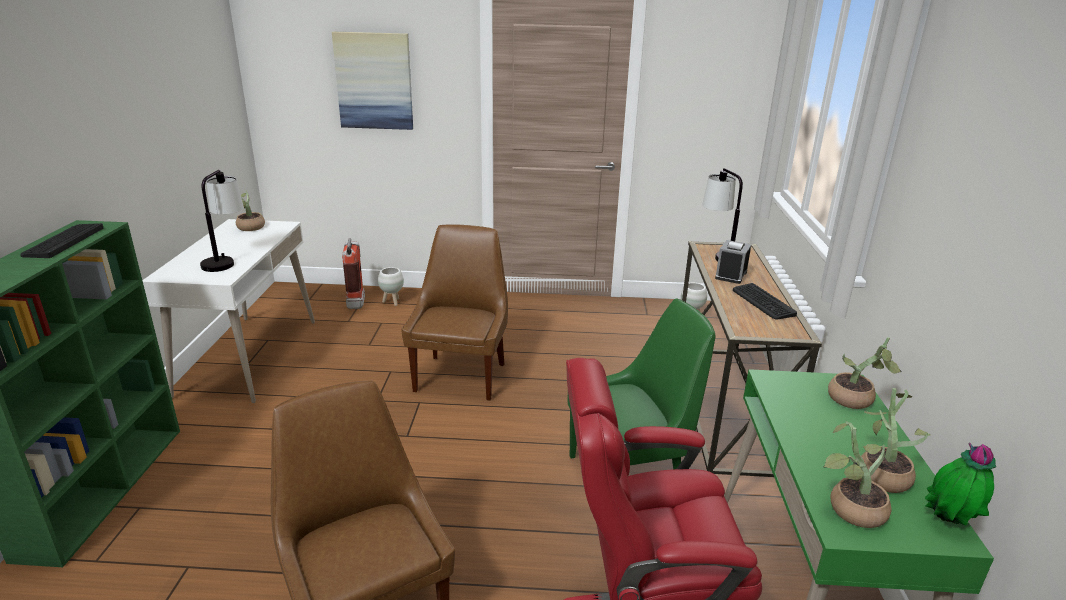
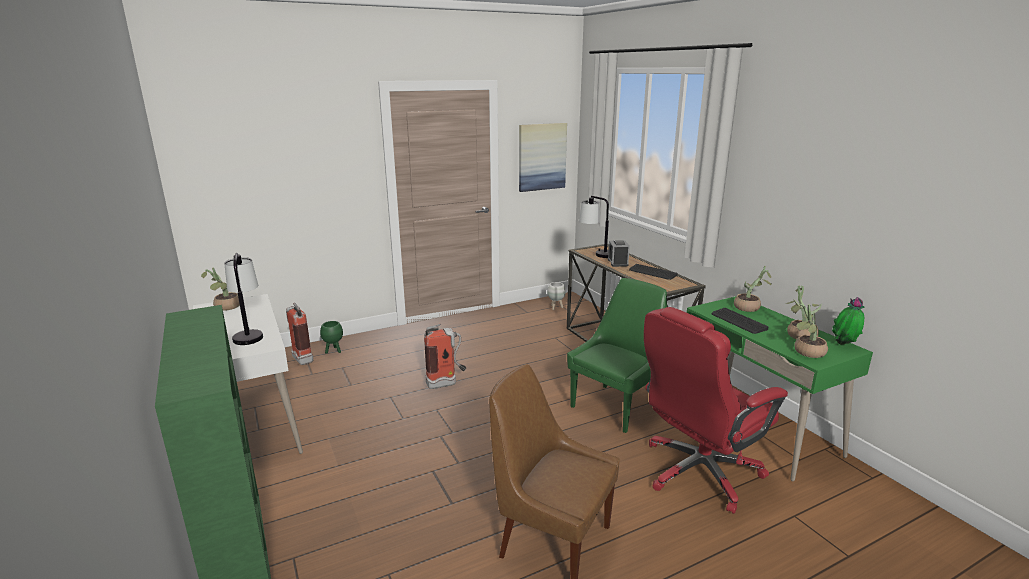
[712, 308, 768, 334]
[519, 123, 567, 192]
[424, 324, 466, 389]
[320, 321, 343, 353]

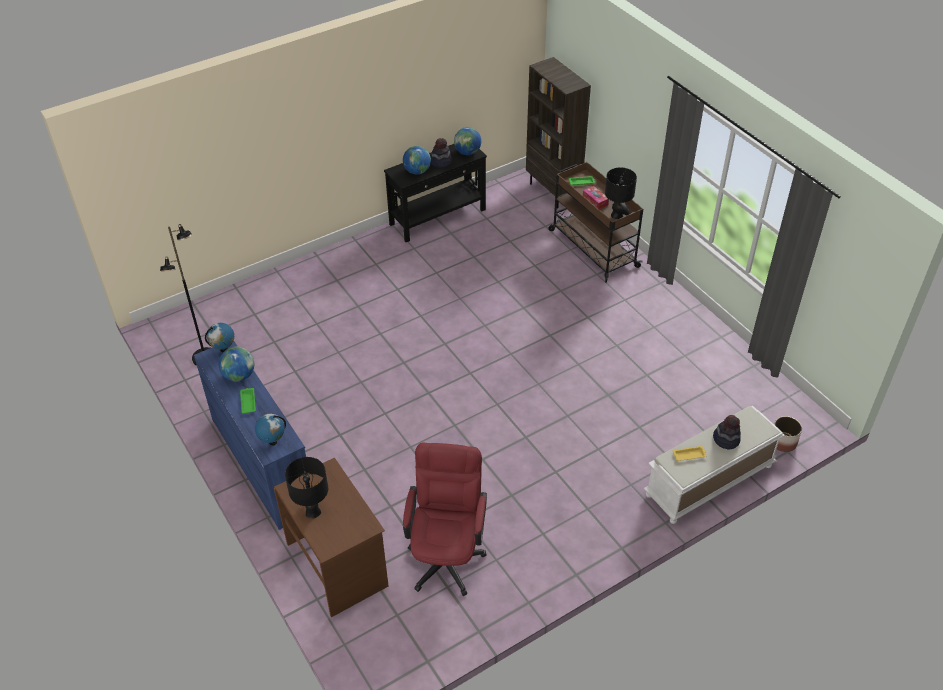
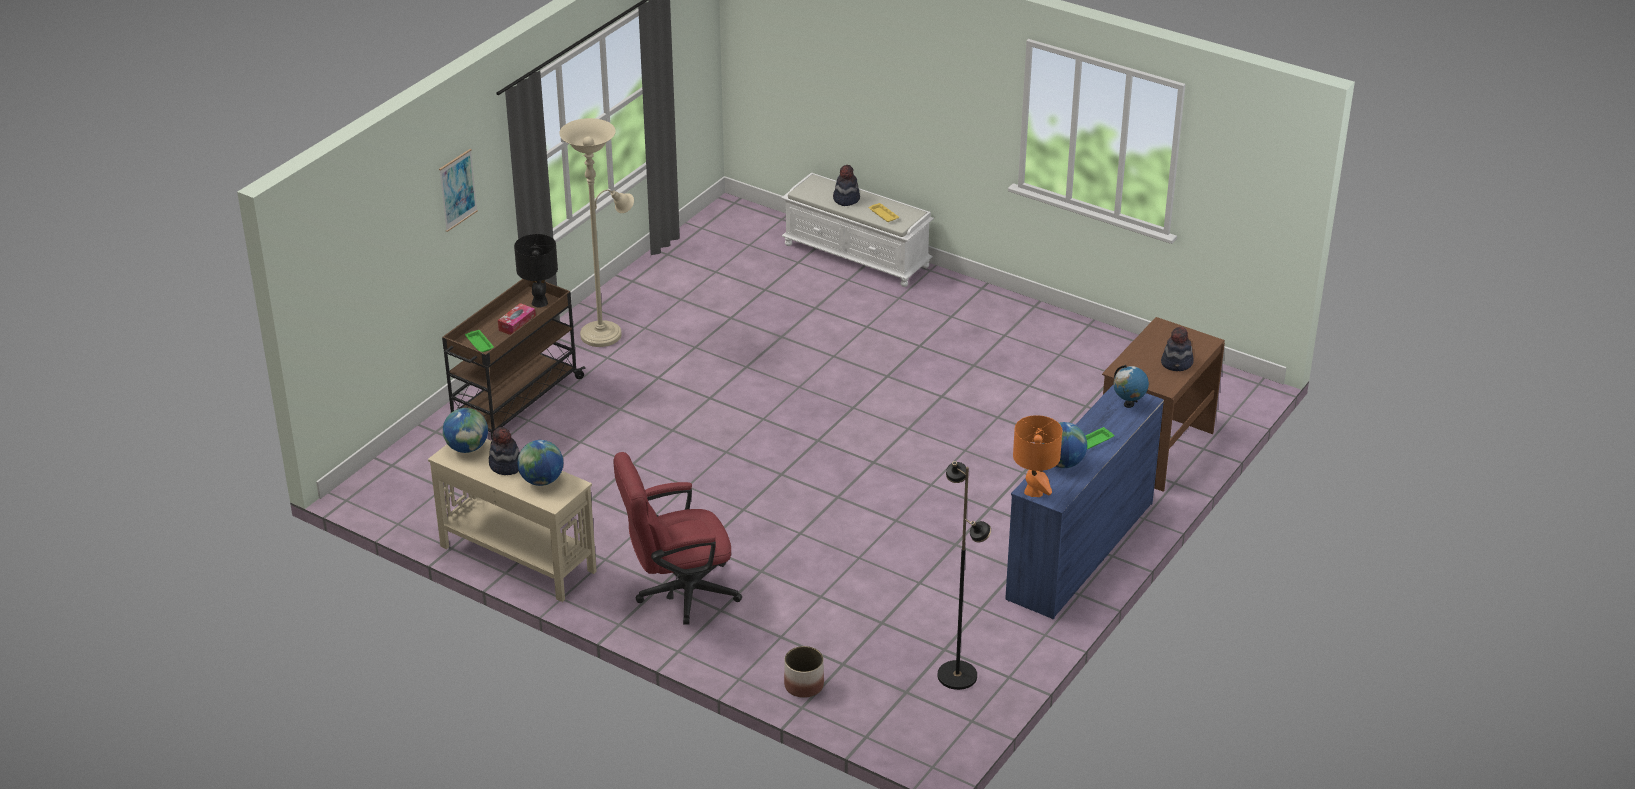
[526, 57, 591, 208] (first image)
[439, 149, 478, 232]
[559, 118, 634, 347]
[613, 452, 742, 625]
[784, 646, 824, 698]
[1013, 415, 1062, 497]
[1161, 326, 1194, 371]
[428, 439, 597, 602]

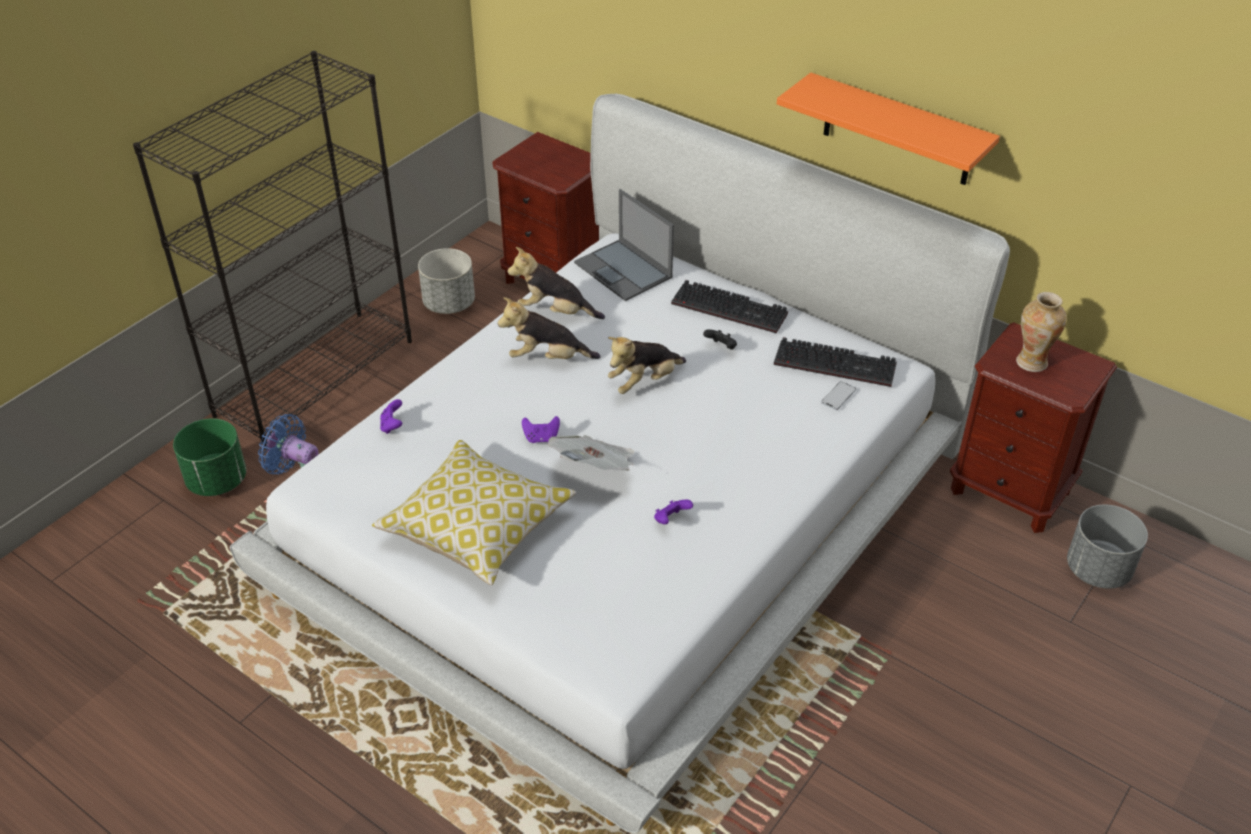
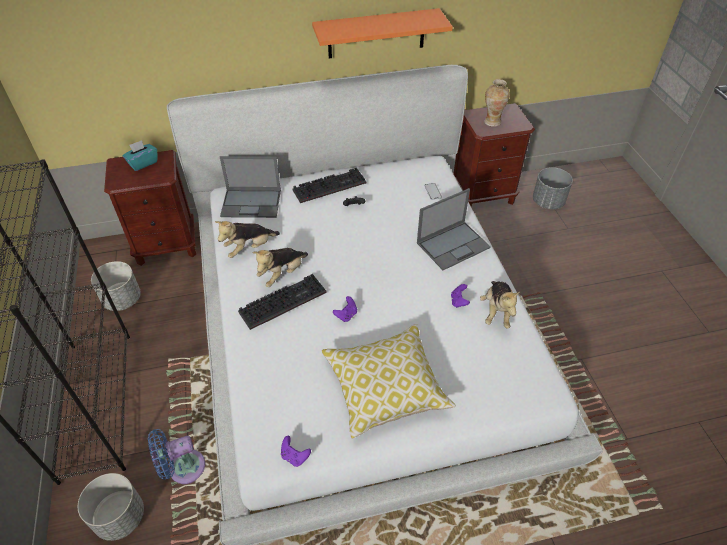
[548, 435, 635, 471] (first image)
[122, 140, 157, 171]
[417, 188, 491, 270]
[281, 436, 311, 467]
[480, 281, 520, 329]
[238, 274, 327, 330]
[78, 473, 144, 541]

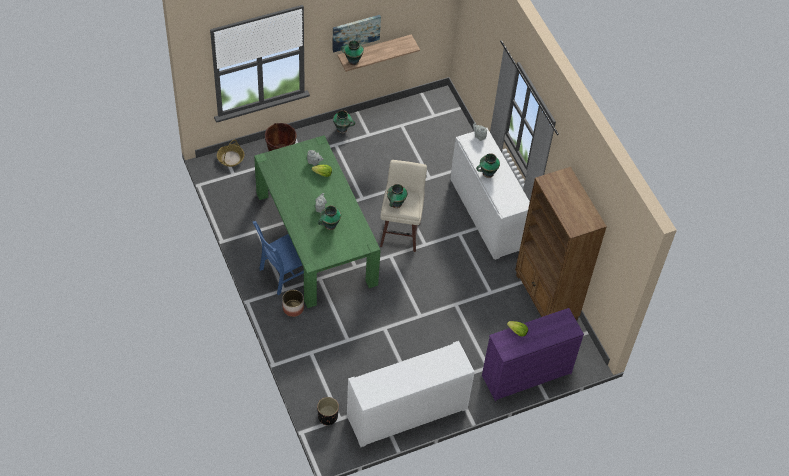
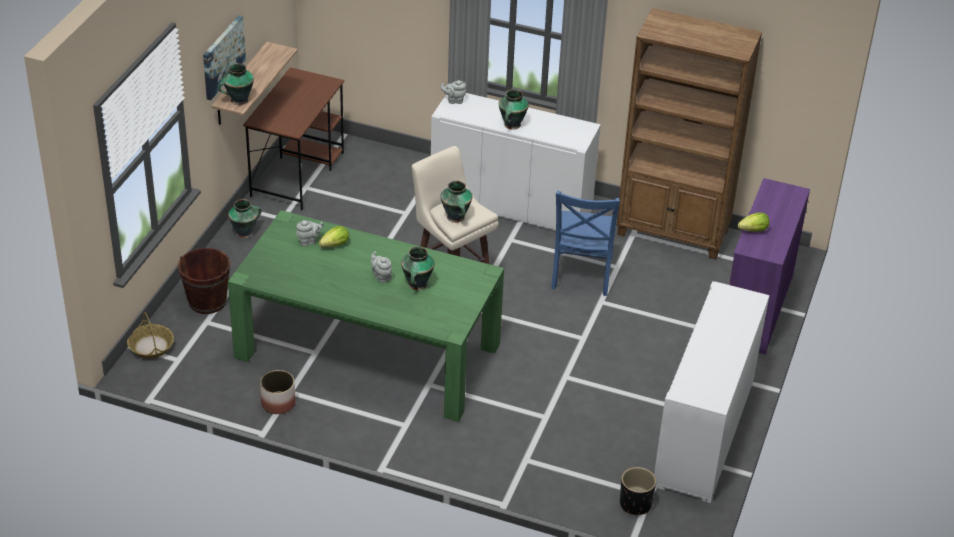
[243, 67, 344, 211]
[551, 191, 620, 296]
[260, 370, 296, 414]

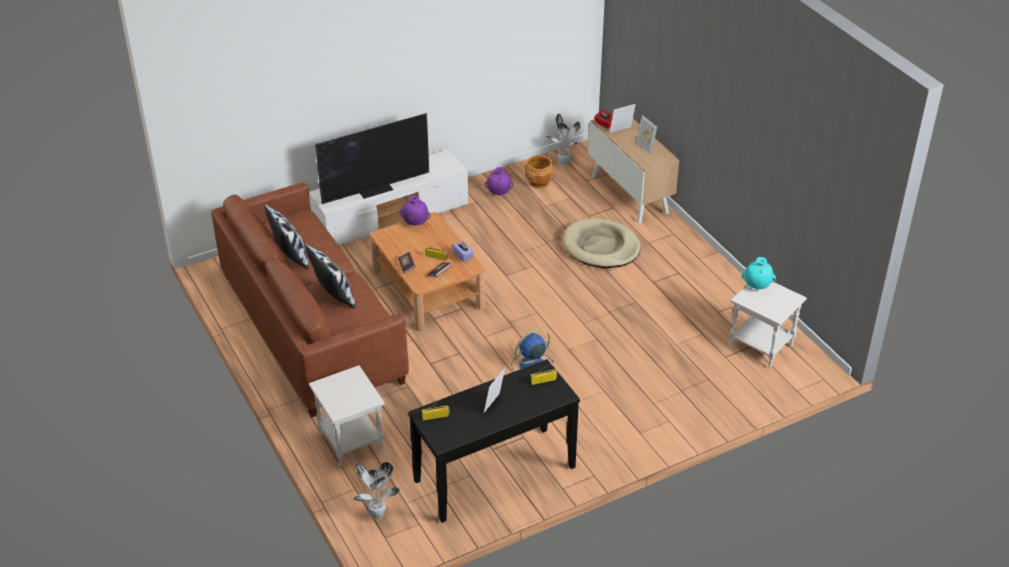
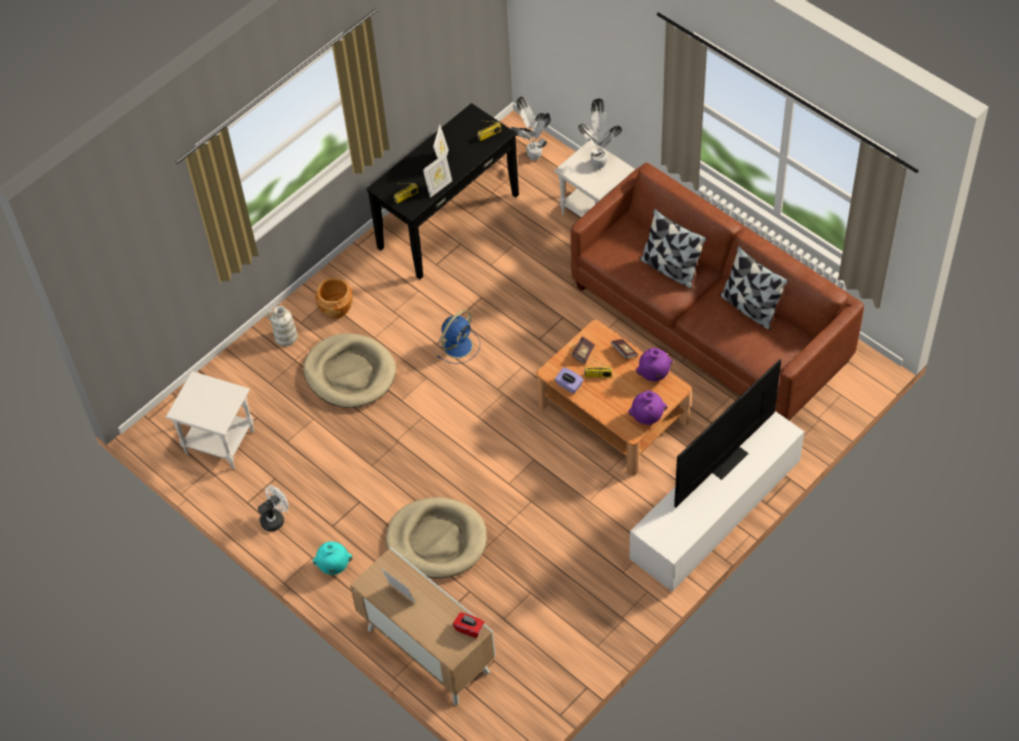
[258, 485, 289, 532]
[267, 306, 298, 346]
[303, 333, 396, 408]
[636, 348, 673, 381]
[315, 278, 353, 319]
[578, 98, 622, 169]
[423, 153, 452, 198]
[313, 541, 352, 575]

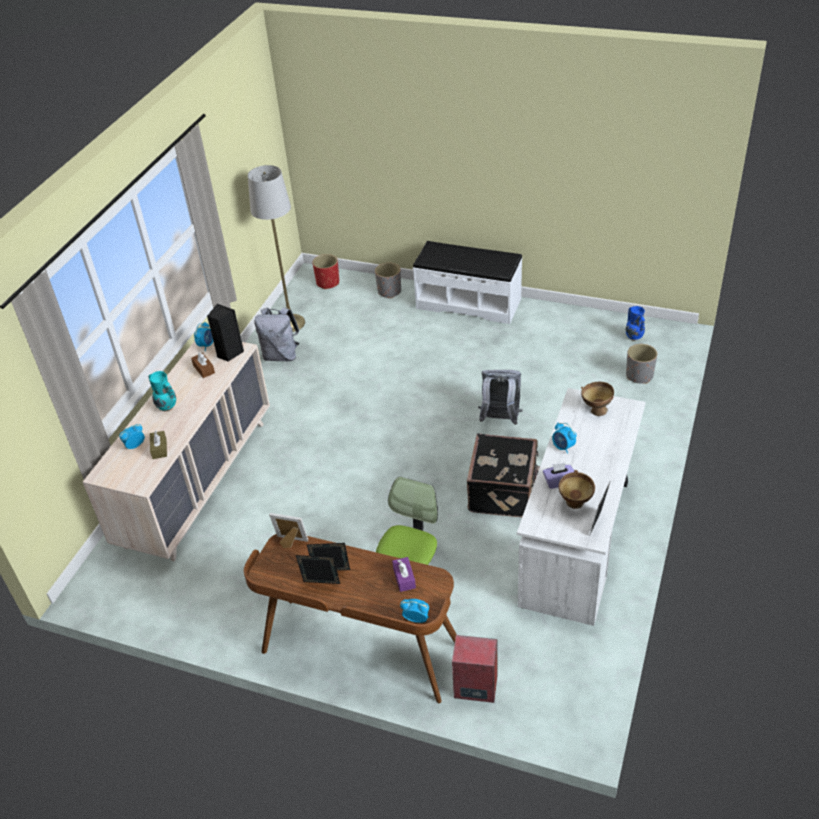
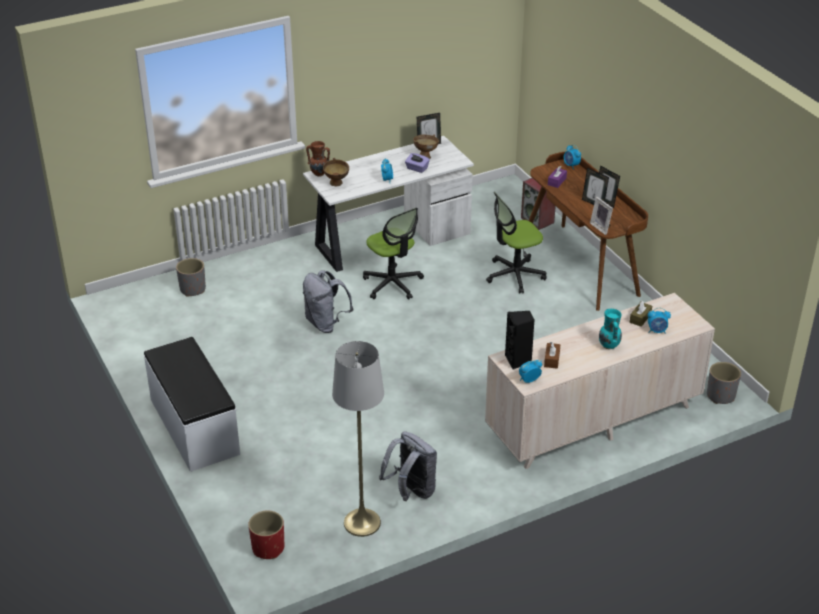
[625, 306, 645, 341] (first image)
[306, 141, 330, 177]
[707, 362, 741, 404]
[363, 208, 424, 300]

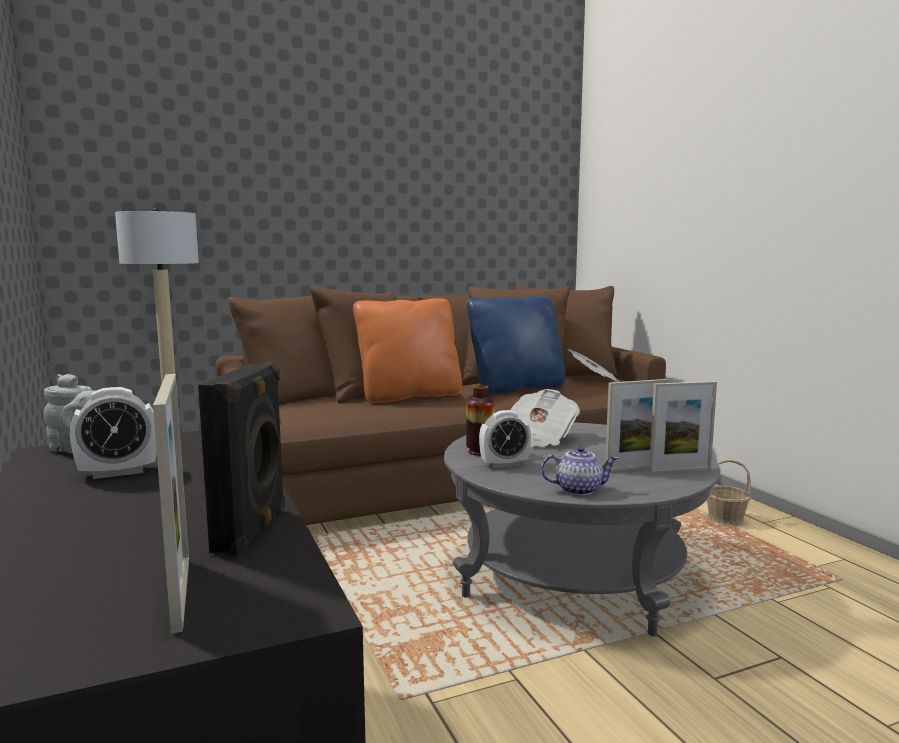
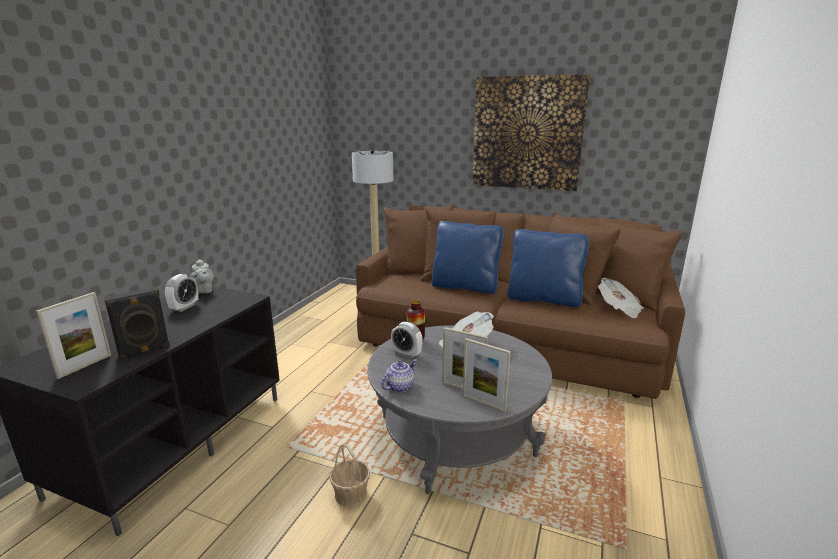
[472, 74, 590, 191]
[329, 443, 370, 507]
[432, 221, 504, 294]
[165, 274, 198, 312]
[381, 359, 417, 393]

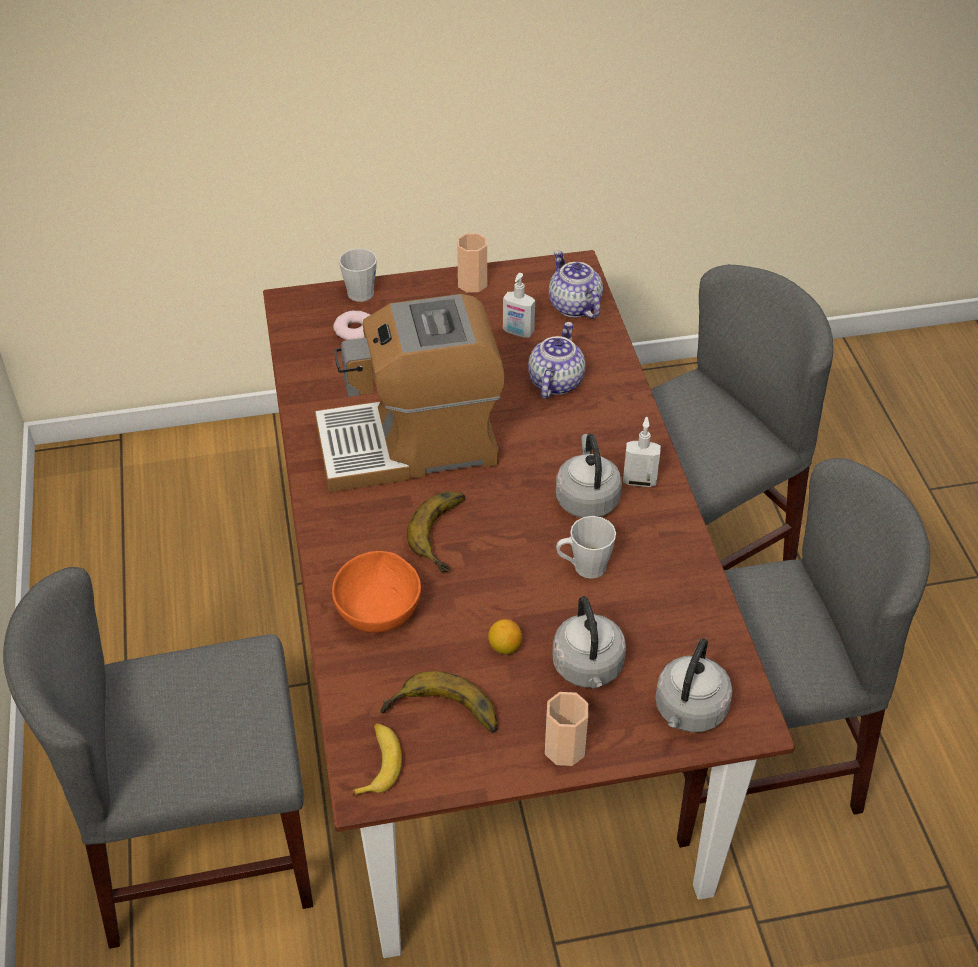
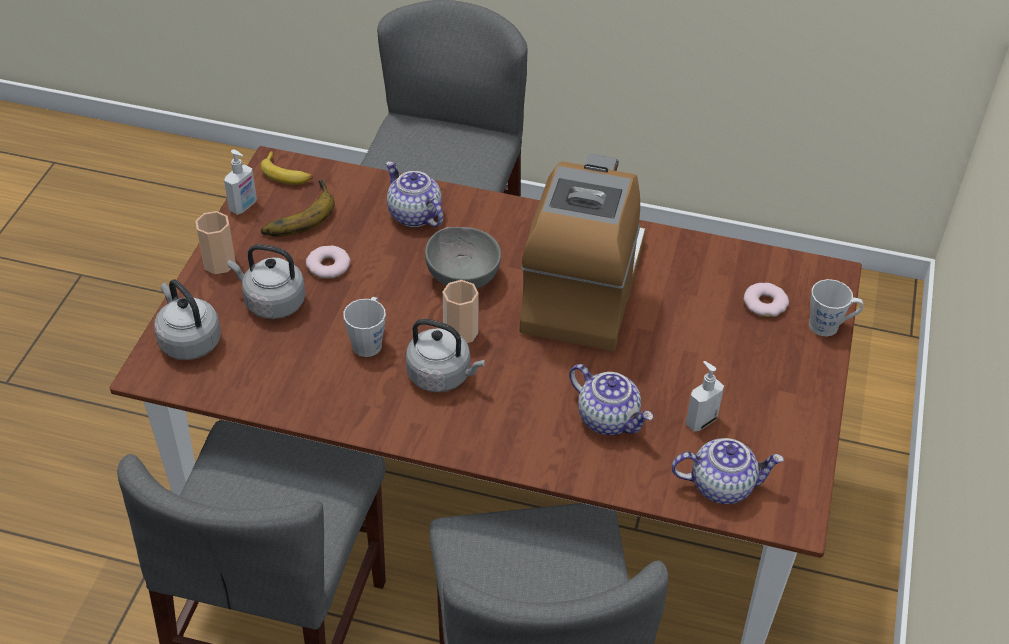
[443, 280, 479, 343]
[224, 149, 257, 215]
[386, 161, 444, 227]
[425, 227, 501, 289]
[306, 246, 351, 279]

